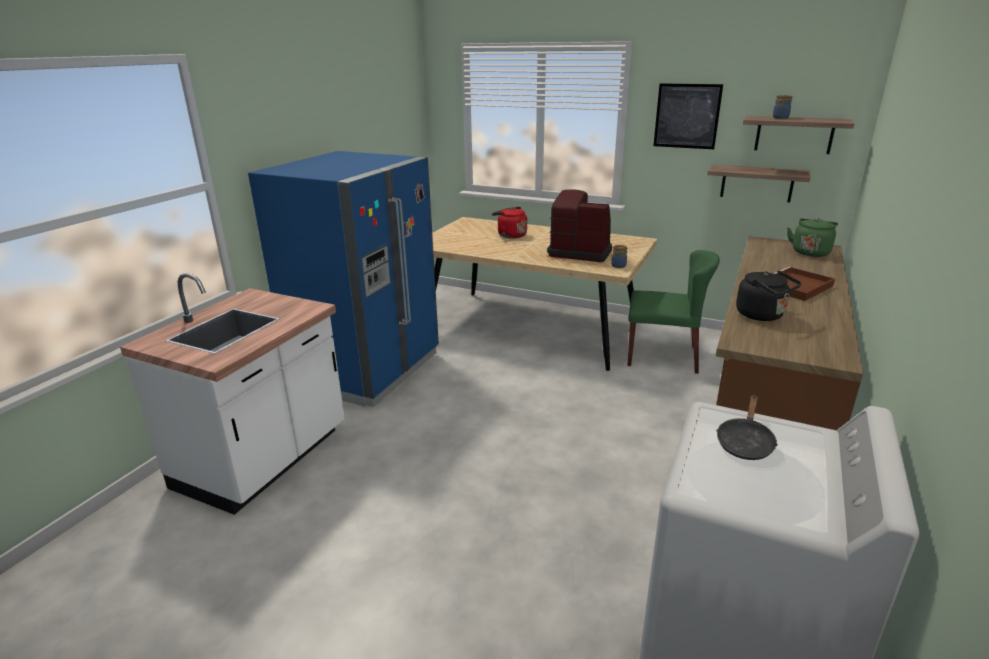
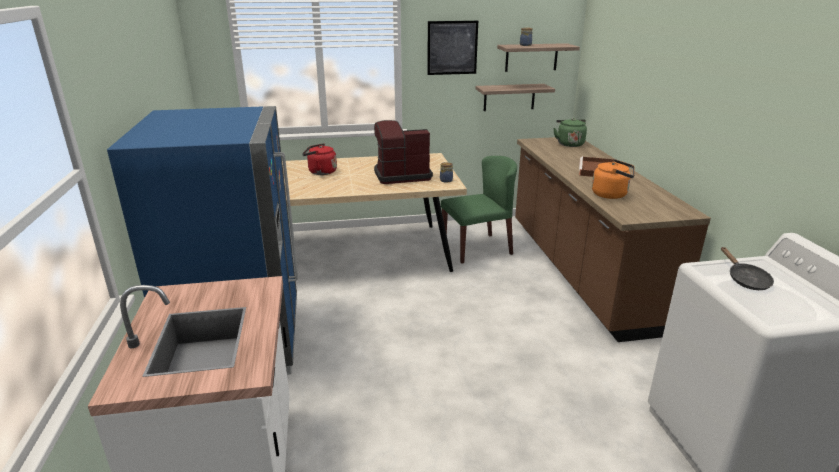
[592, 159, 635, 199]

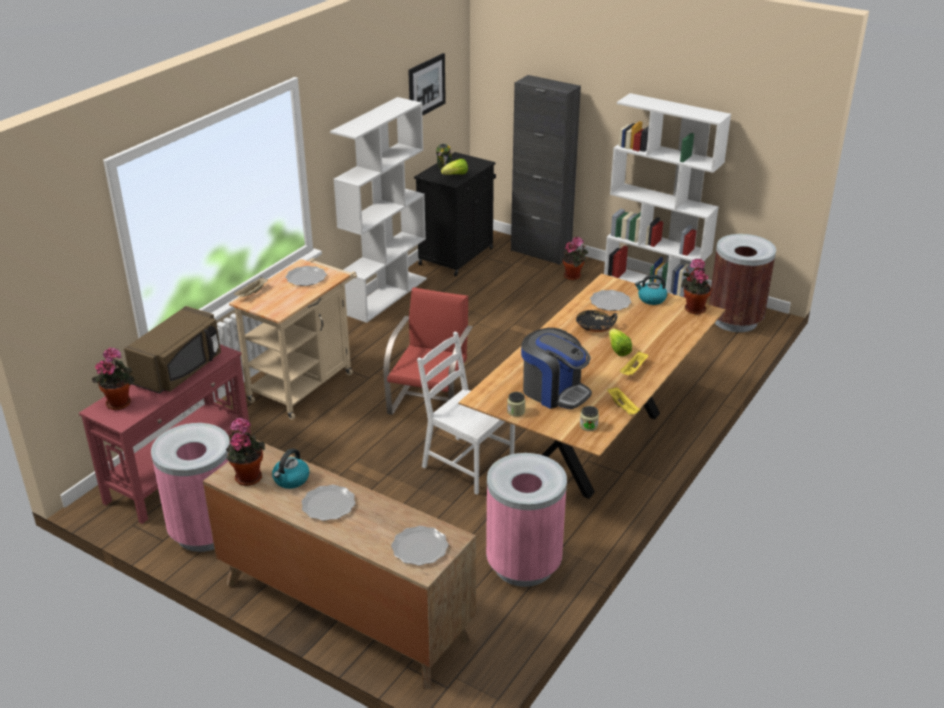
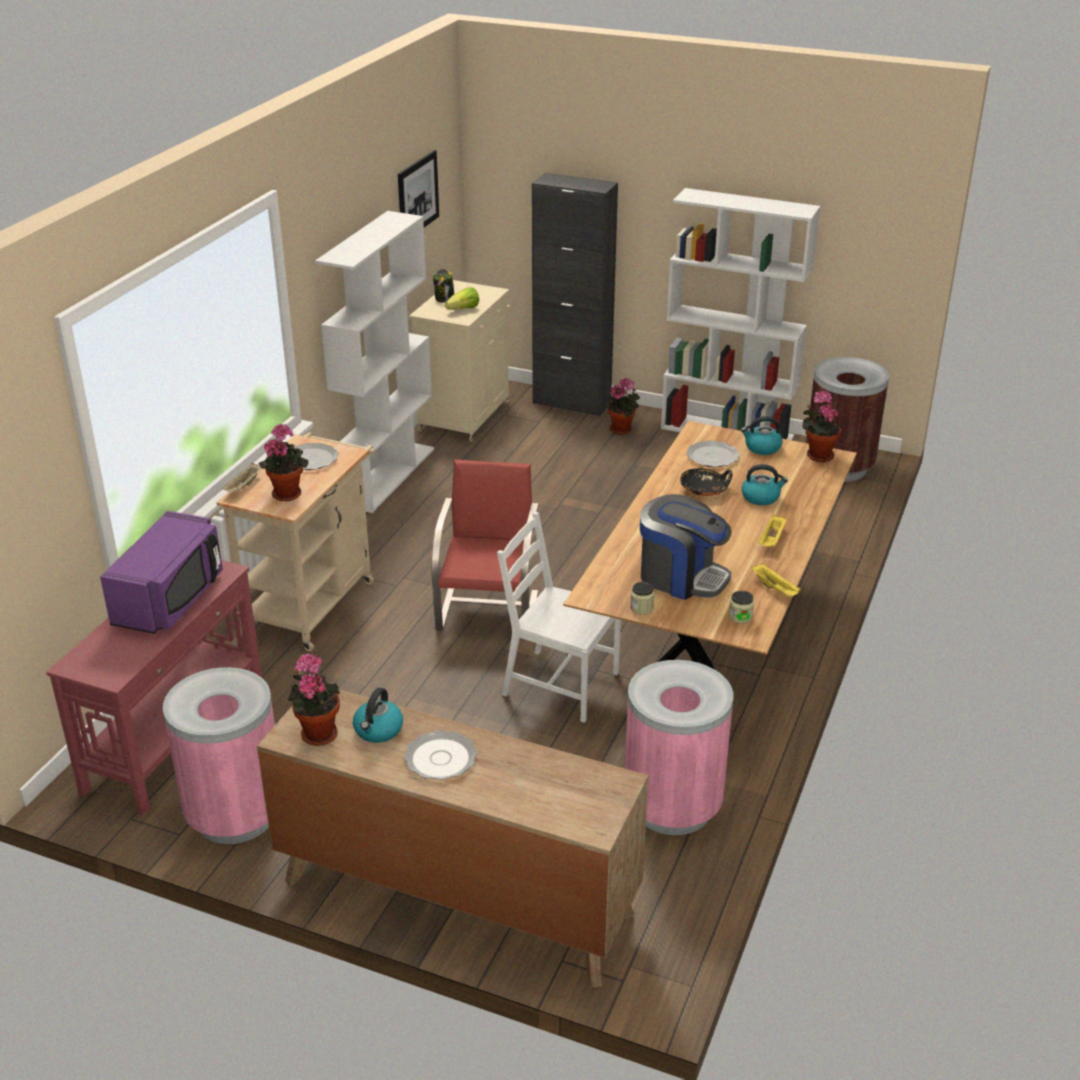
[391, 526, 449, 566] (first image)
[609, 328, 632, 356] (first image)
[741, 464, 788, 505]
[259, 424, 309, 501]
[100, 511, 223, 634]
[409, 280, 510, 442]

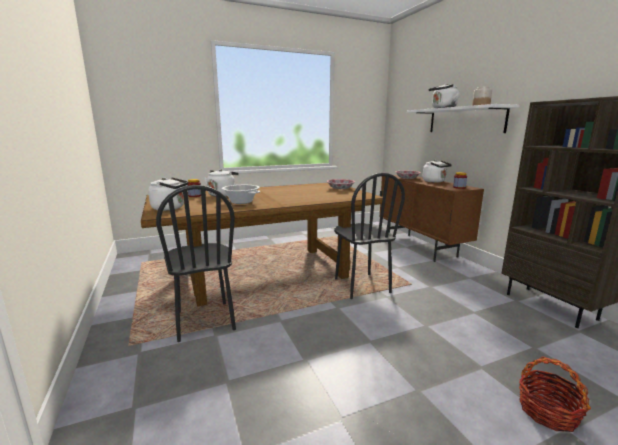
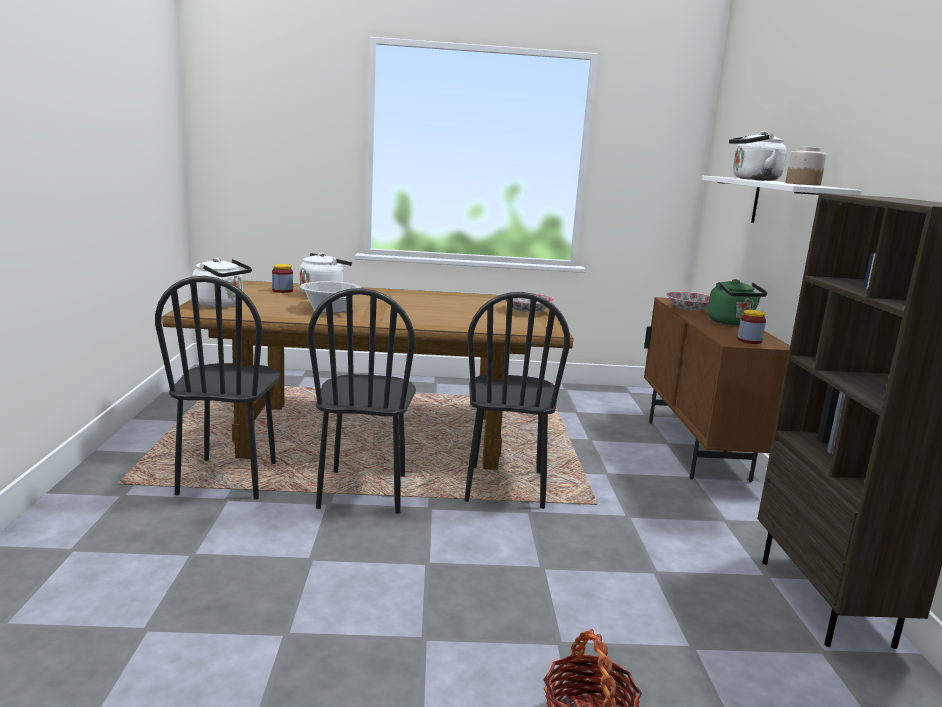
[307, 288, 416, 514]
[708, 279, 768, 325]

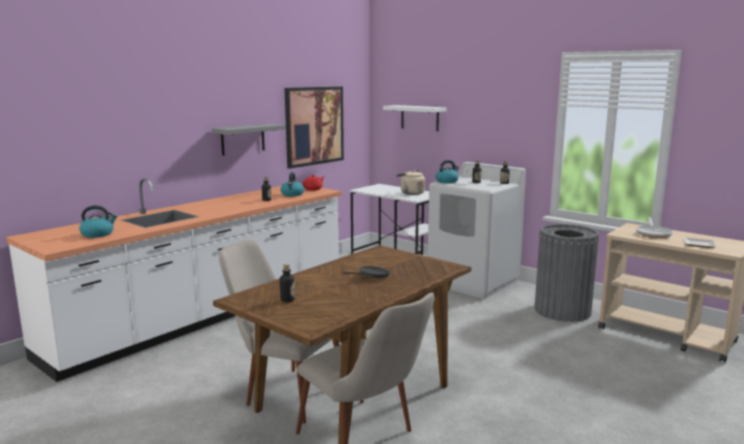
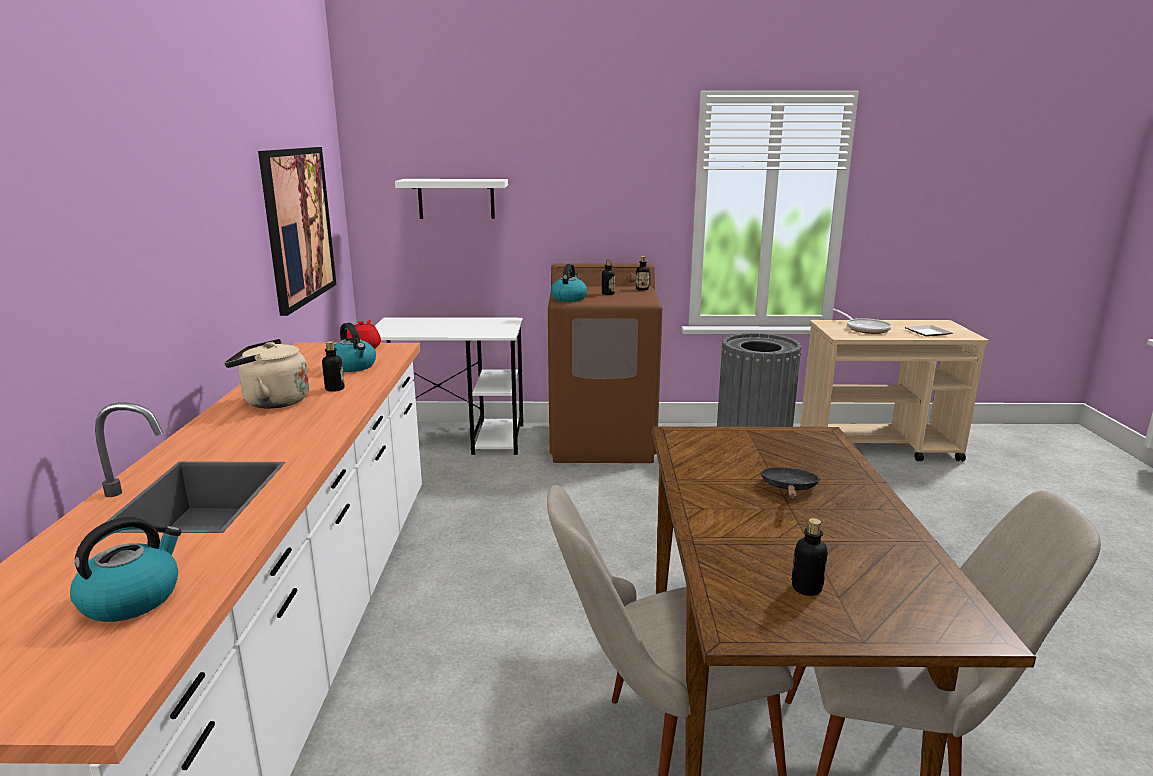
[212, 124, 286, 156] (first image)
[224, 339, 309, 409]
[548, 263, 663, 463]

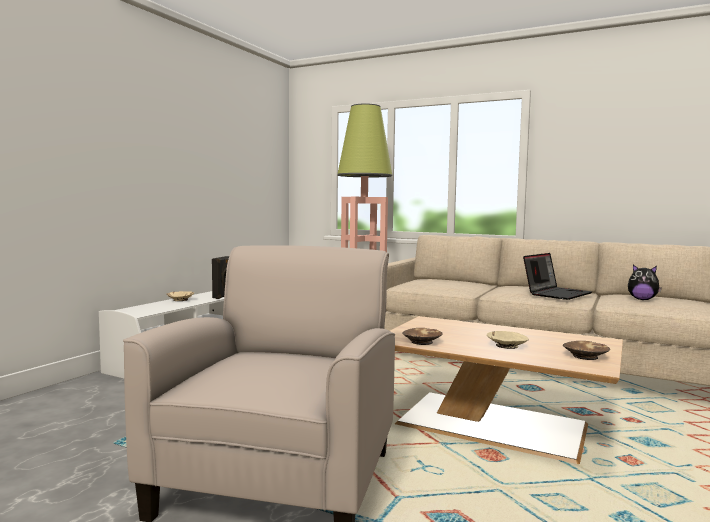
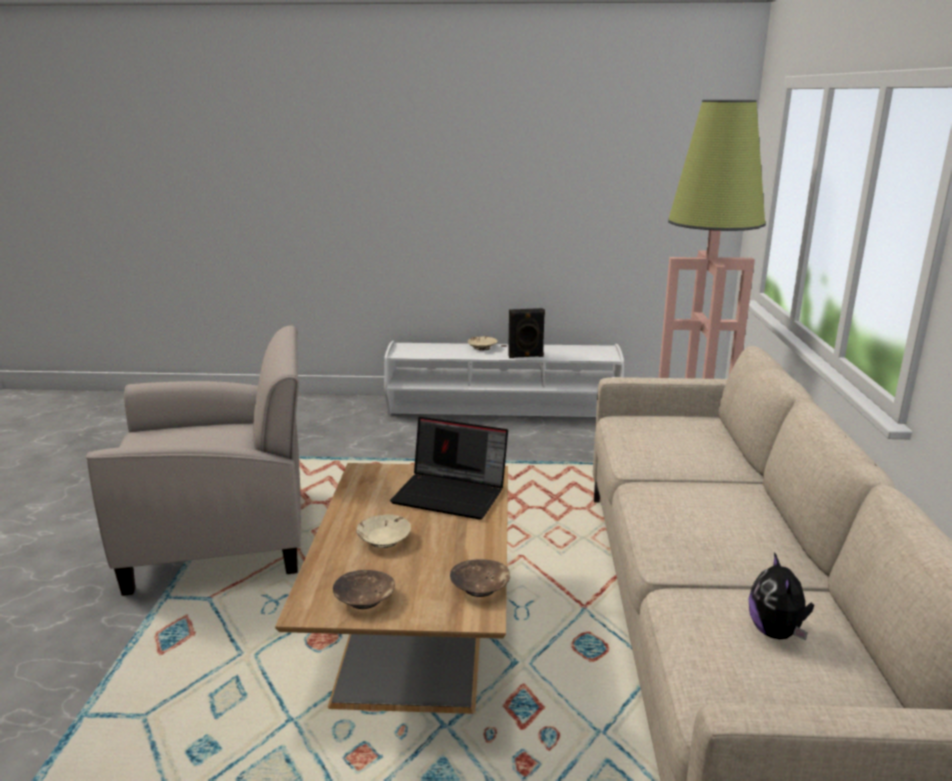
[450, 559, 510, 597]
[390, 417, 508, 520]

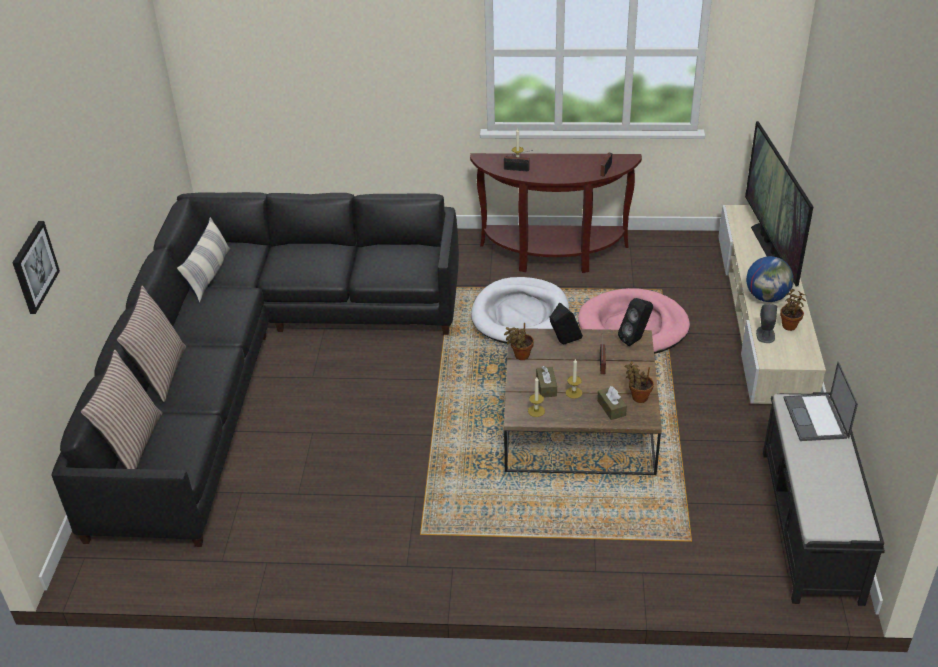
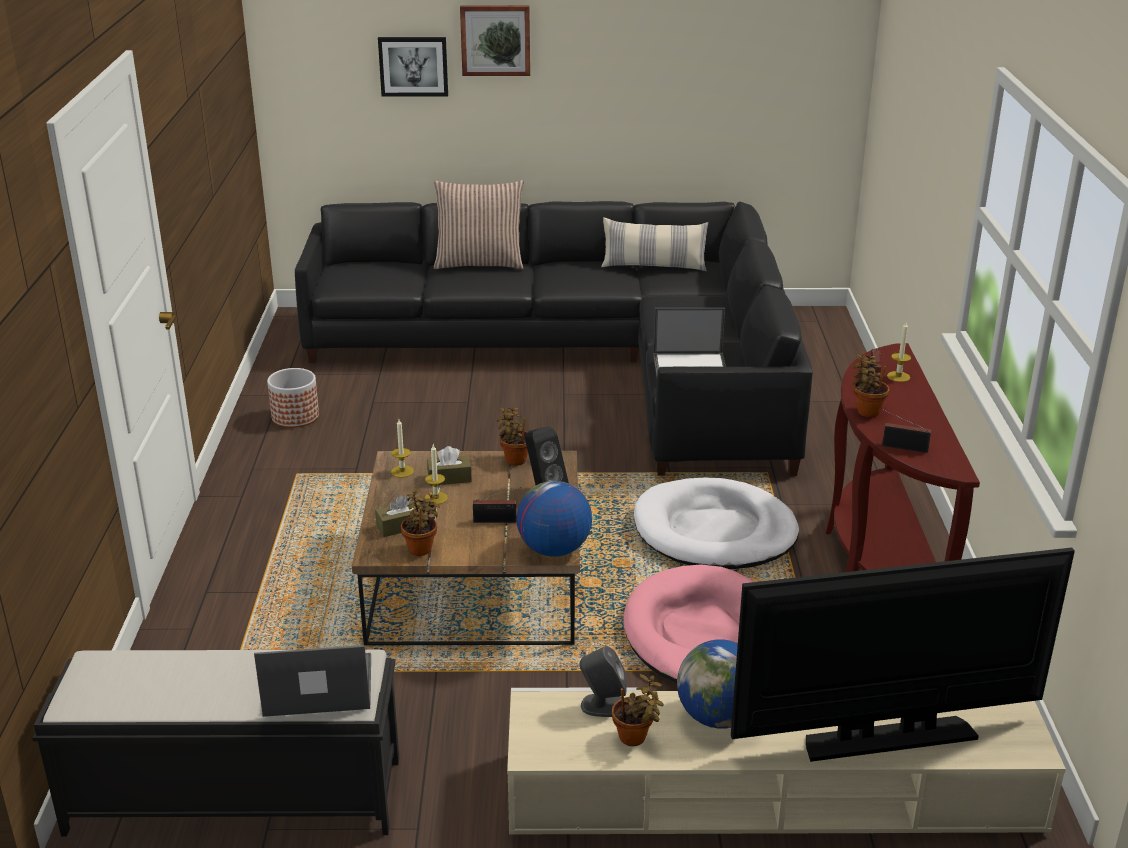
[80, 350, 162, 469] (first image)
[267, 368, 319, 428]
[460, 5, 530, 76]
[653, 308, 726, 377]
[853, 355, 890, 417]
[517, 481, 592, 556]

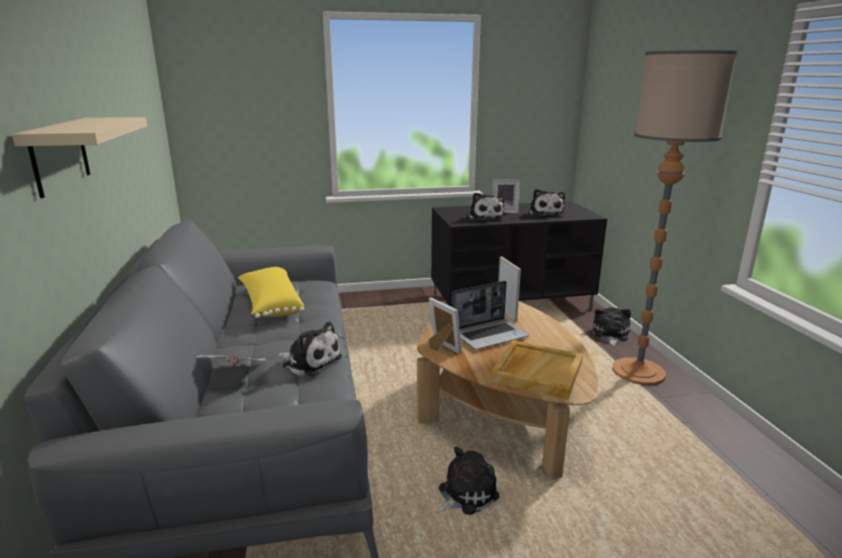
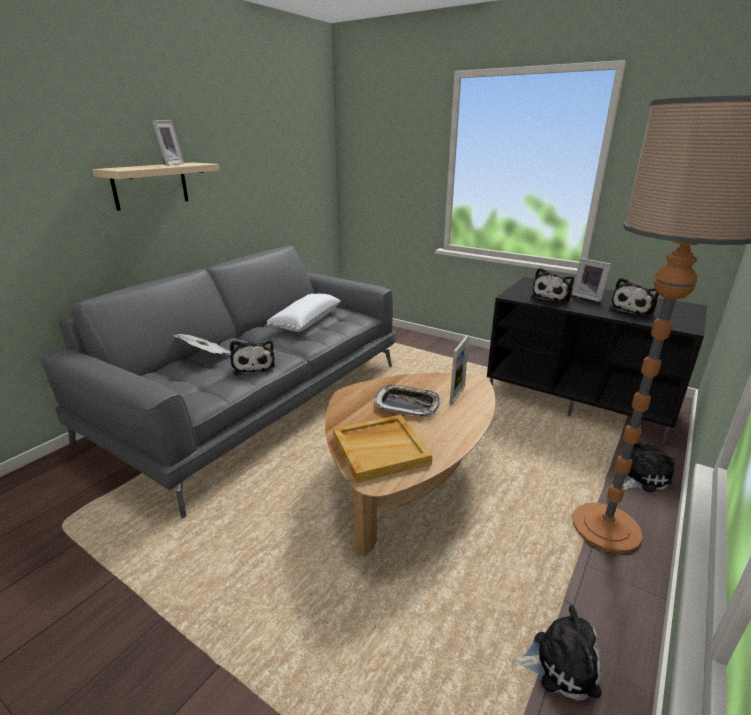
[153, 120, 184, 166]
[513, 605, 602, 701]
[376, 385, 440, 417]
[266, 294, 341, 332]

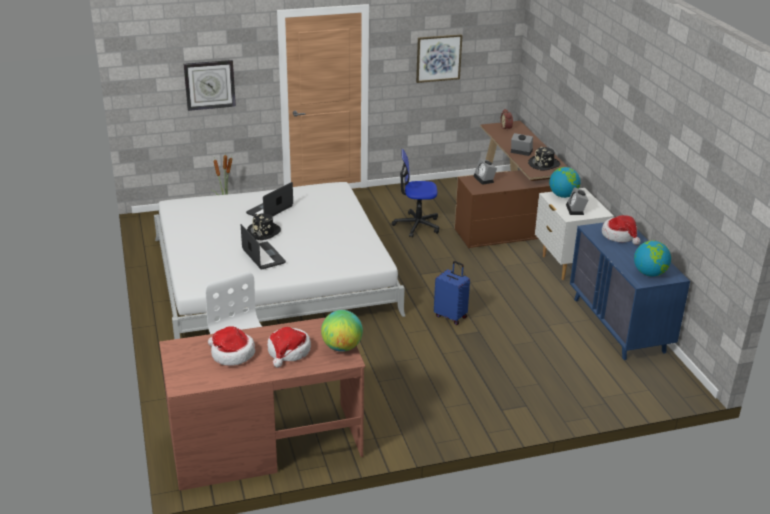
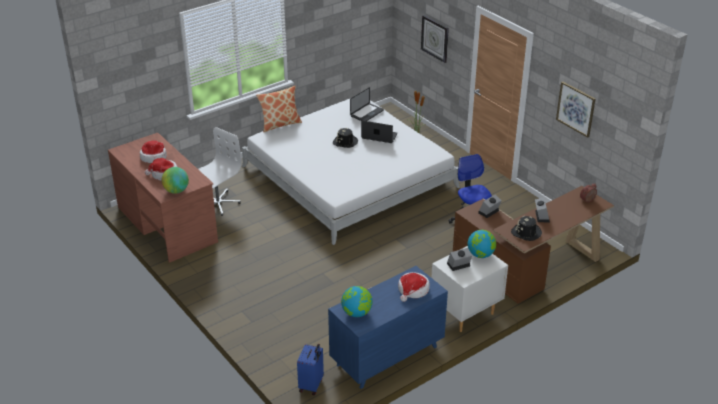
[256, 86, 302, 132]
[350, 87, 384, 121]
[297, 344, 324, 395]

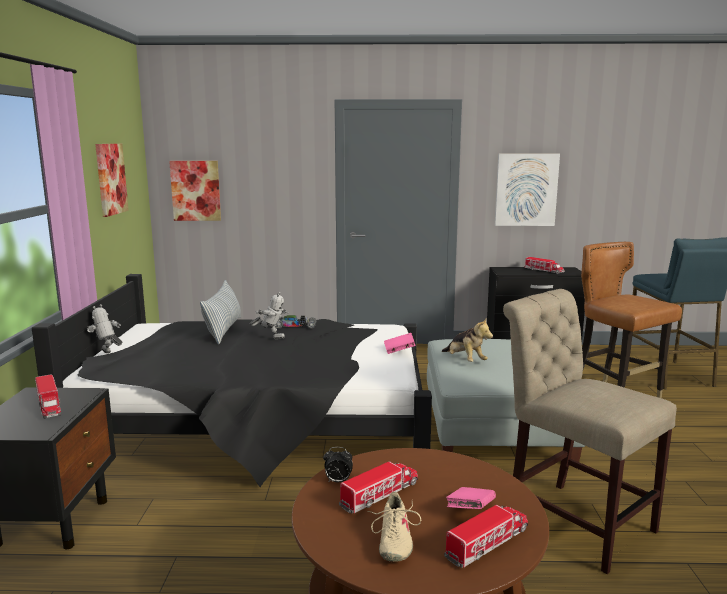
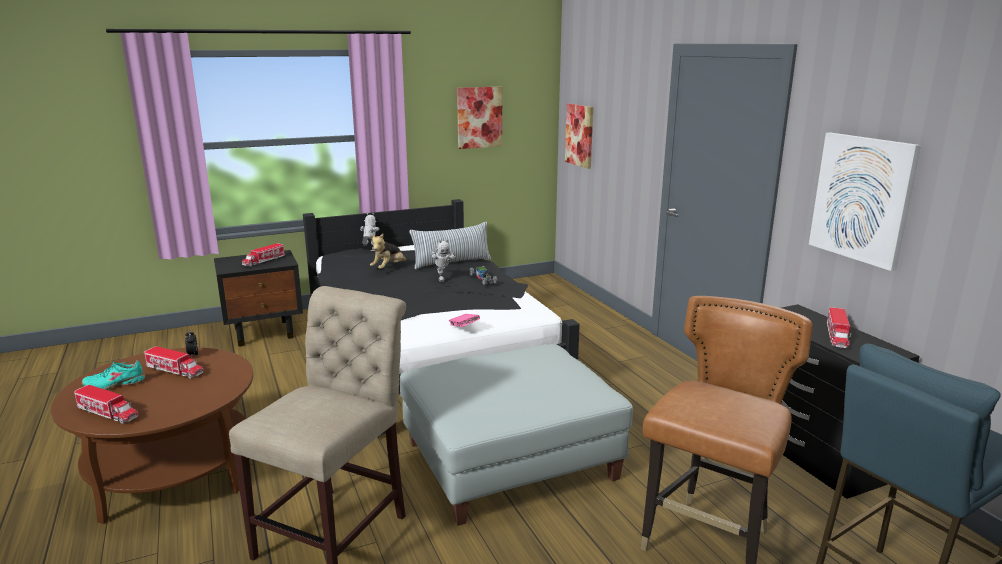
[446, 487, 496, 509] (first image)
[370, 234, 407, 269]
[82, 360, 145, 390]

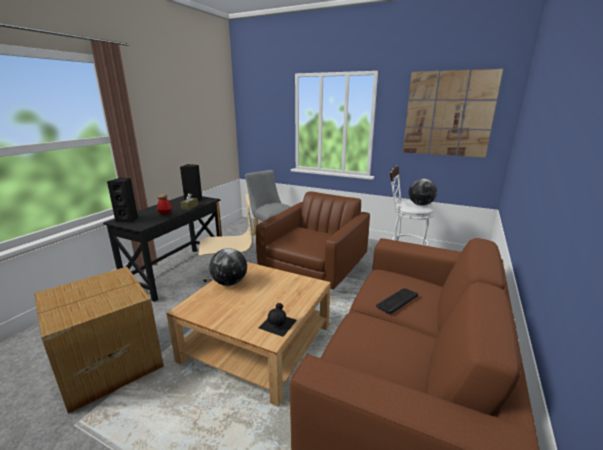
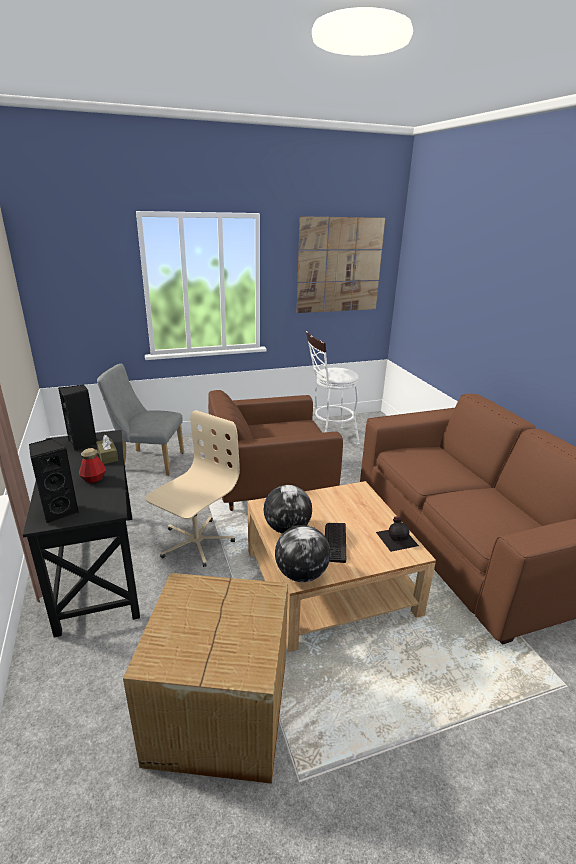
[325, 523, 346, 563]
[275, 525, 330, 582]
[208, 390, 343, 511]

